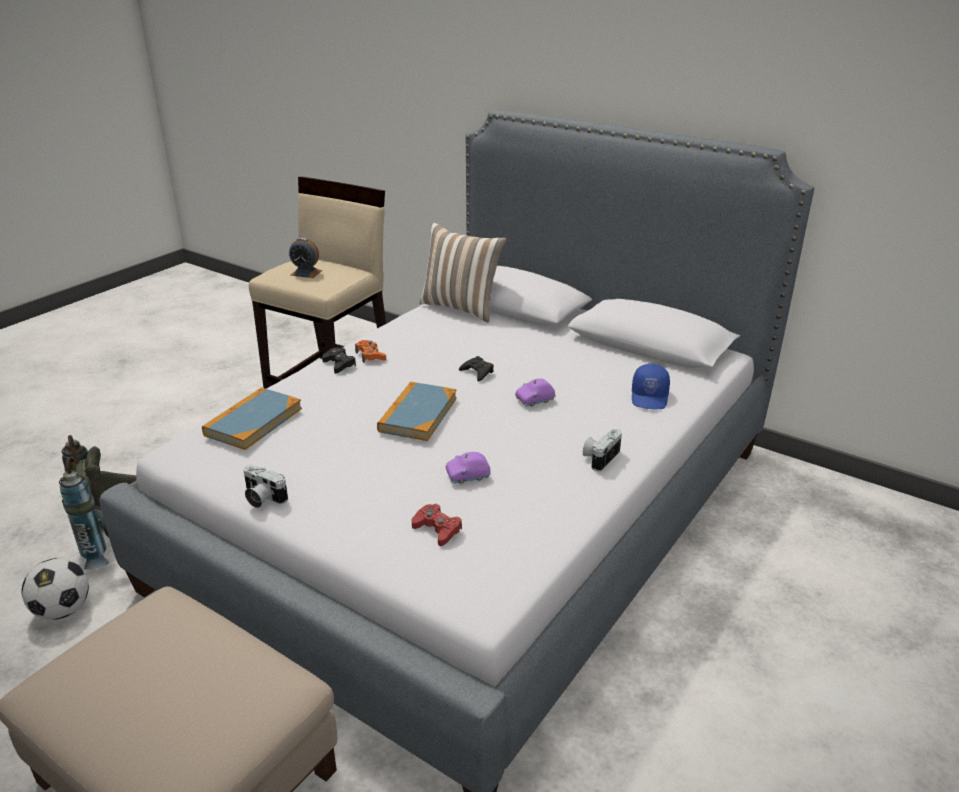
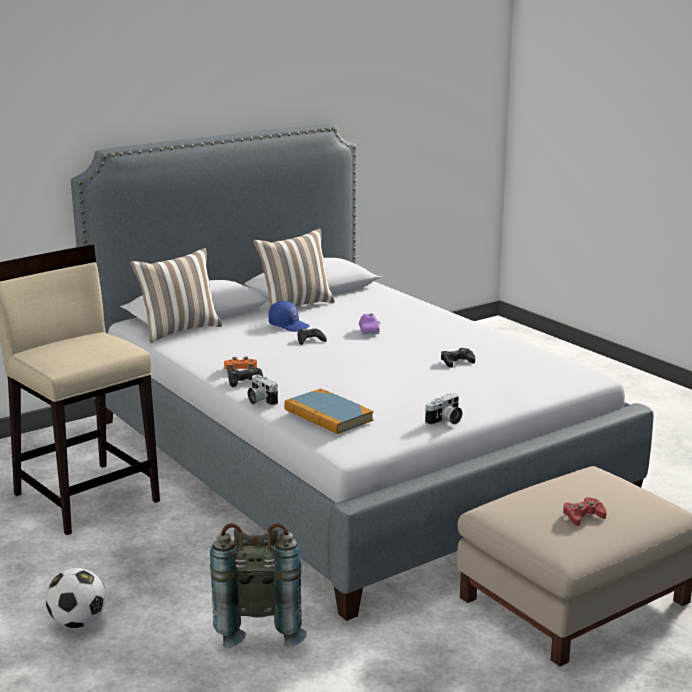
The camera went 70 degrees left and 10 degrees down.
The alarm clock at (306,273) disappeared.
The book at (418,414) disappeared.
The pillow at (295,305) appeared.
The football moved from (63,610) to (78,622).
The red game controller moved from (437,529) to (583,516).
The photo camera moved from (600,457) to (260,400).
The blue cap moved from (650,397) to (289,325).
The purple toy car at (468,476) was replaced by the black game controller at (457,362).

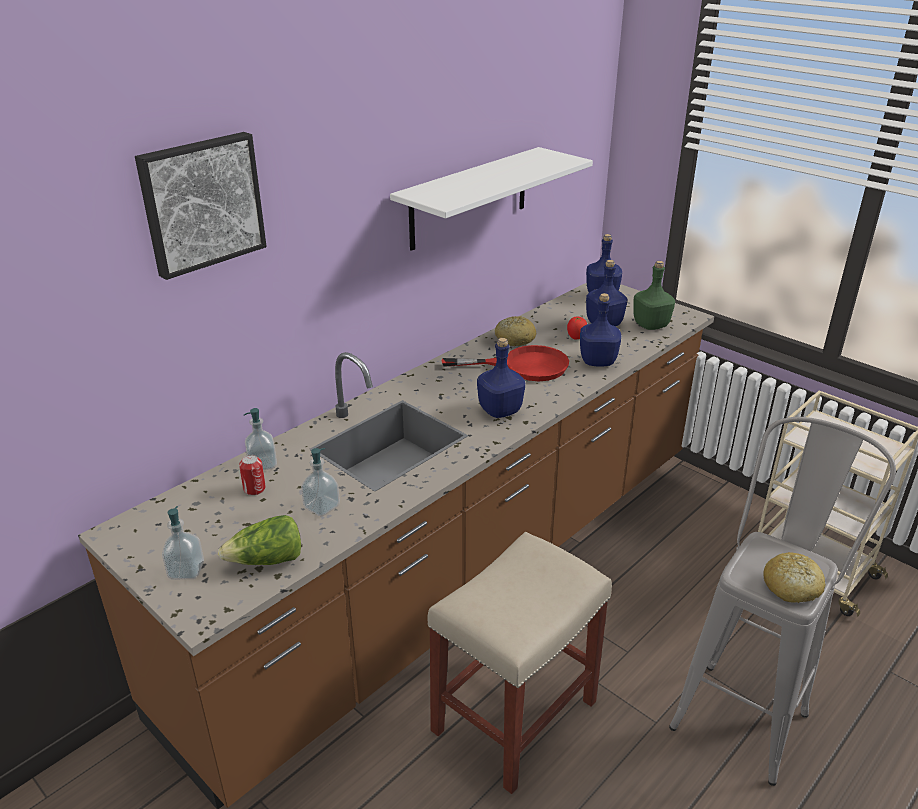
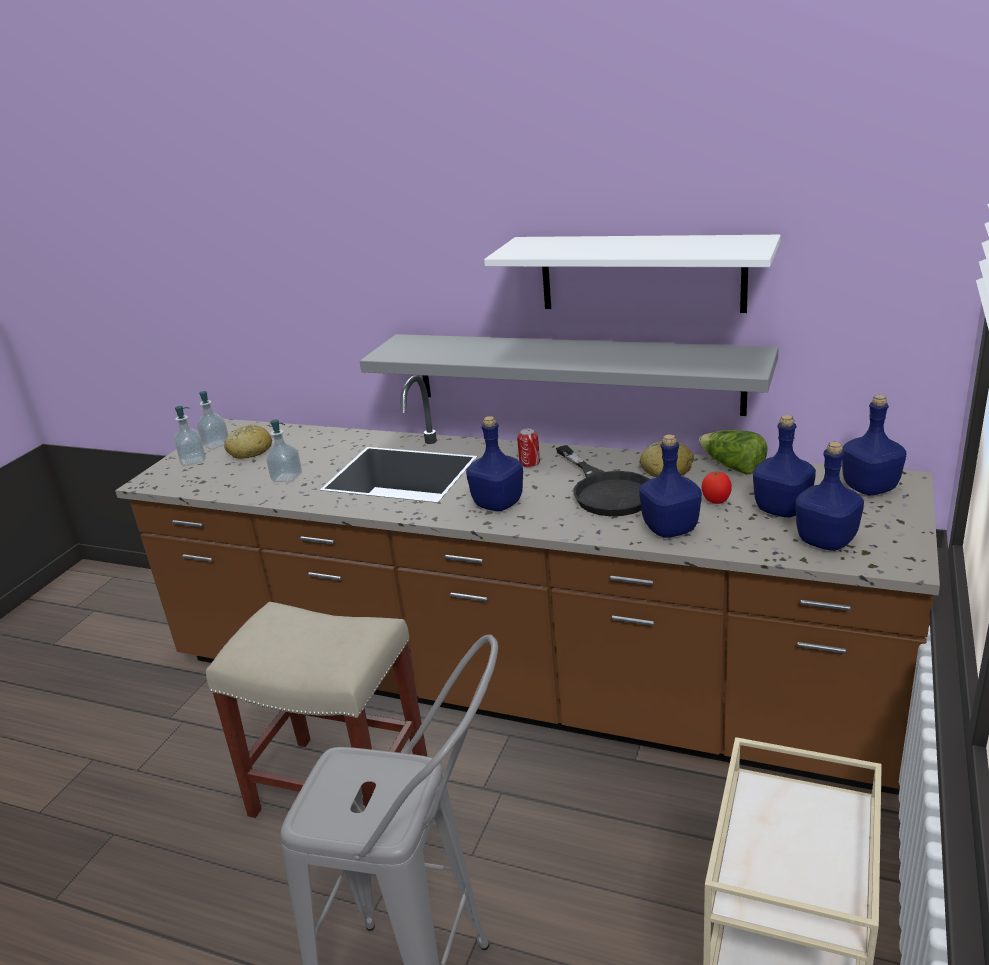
The camera went 70 degrees right and 5 degrees down.
The picture at (201,203) disappeared.
The grey shelf at (574,373) appeared.
The lettuce moved from (267,560) to (732,467).
The can moved from (254,489) to (529,463).
The soap dispenser moved from (262,464) to (216,444).
The bread moved from (791,587) to (249,451).
The red frying pan at (523,366) became the black frying pan at (607,490).
The green bottle at (651,325) became the blue bottle at (825,542).

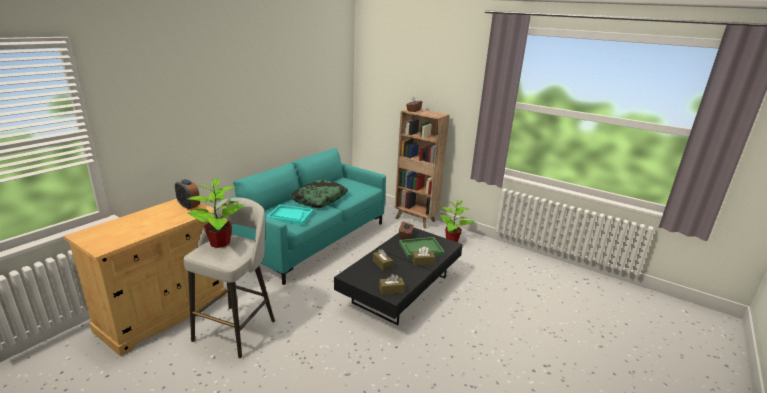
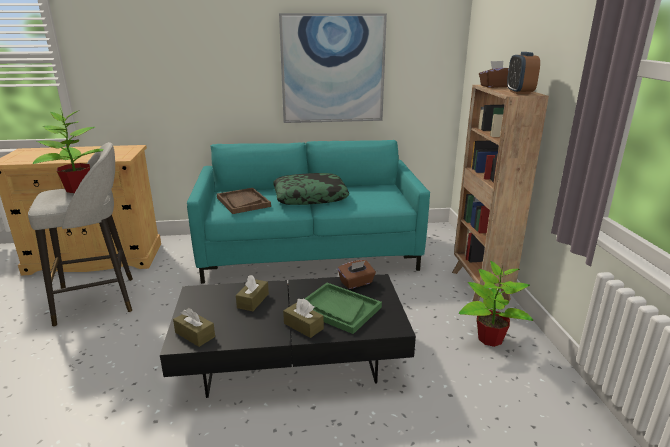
The camera went 50 degrees right and 0 degrees up.
The picture at (333,69) appeared.
The alarm clock moved from (189,206) to (519,92).
The turquoise tray at (290,216) became the brown tray at (243,202).

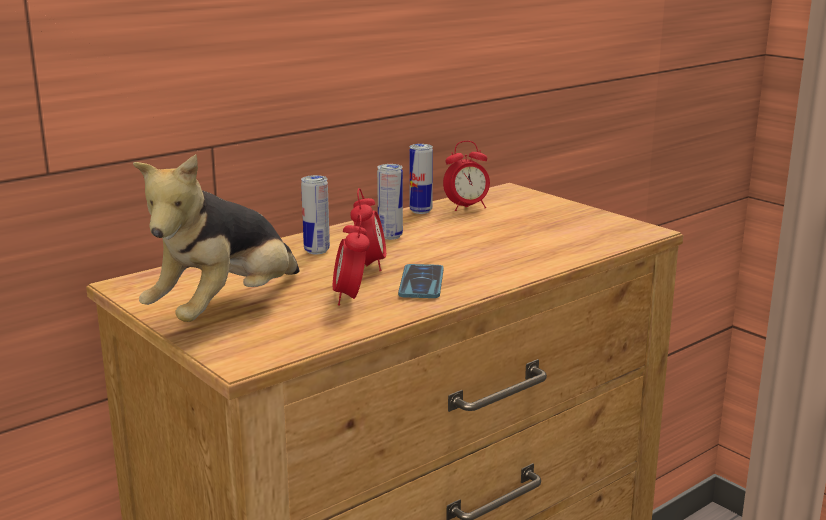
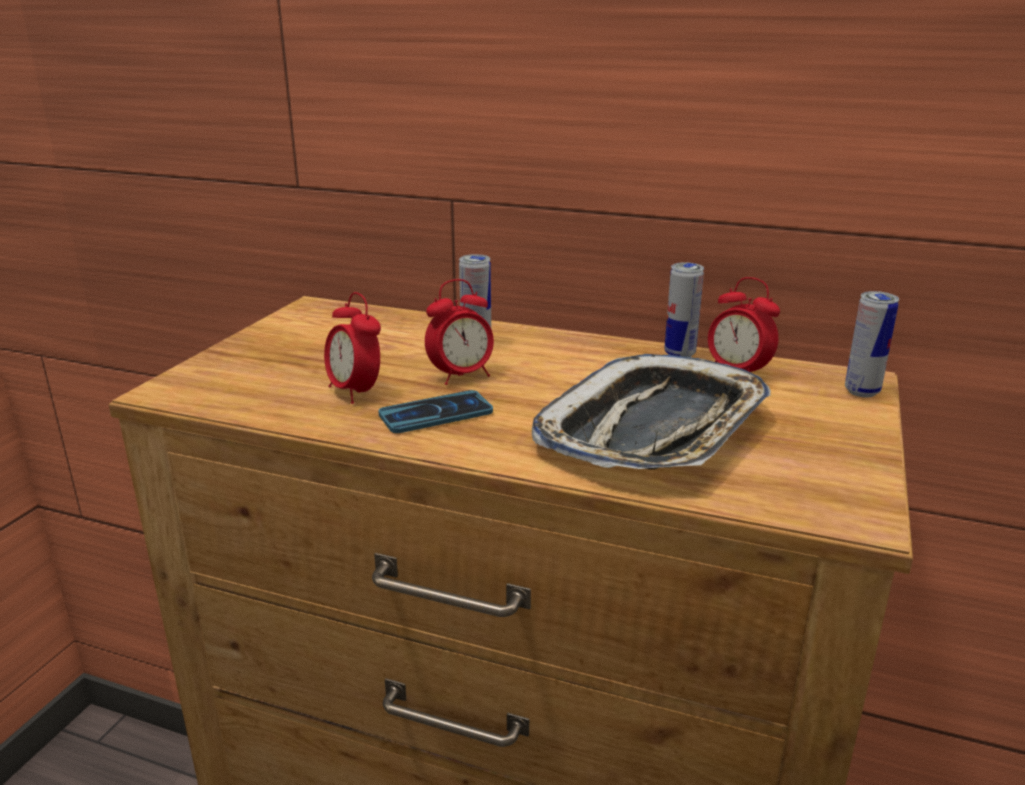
The camera went 60 degrees right and 5 degrees up.
The plush toy at (226,310) disappeared.
The tray at (654,429) appeared.
The can moved from (390,236) to (861,392).
The alarm clock at (351,298) turned 90 degrees counterclockwise.

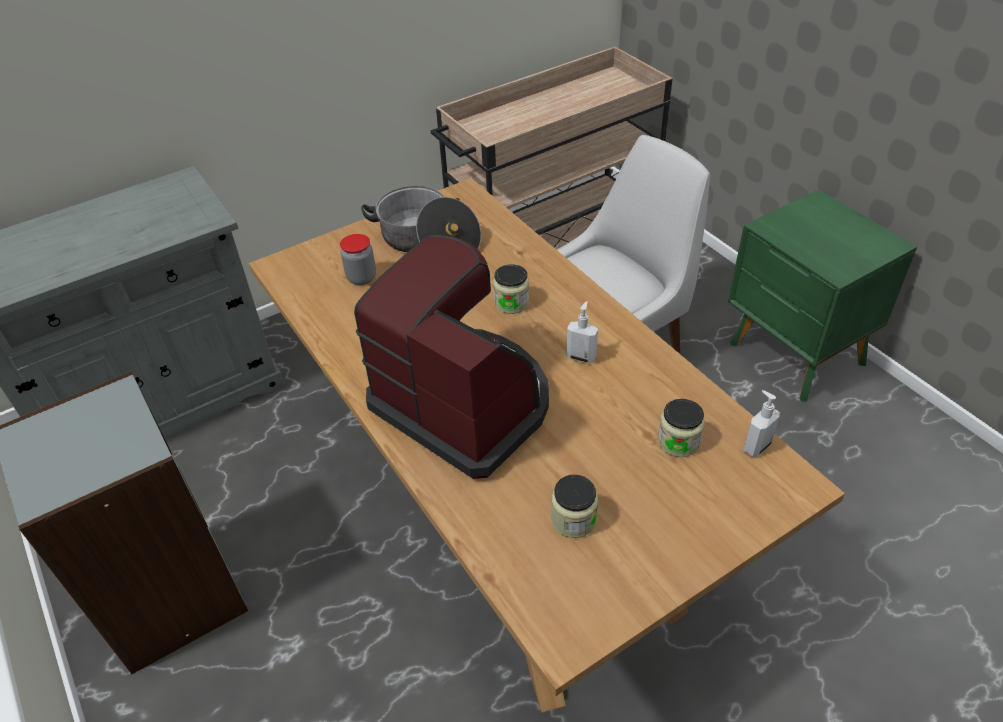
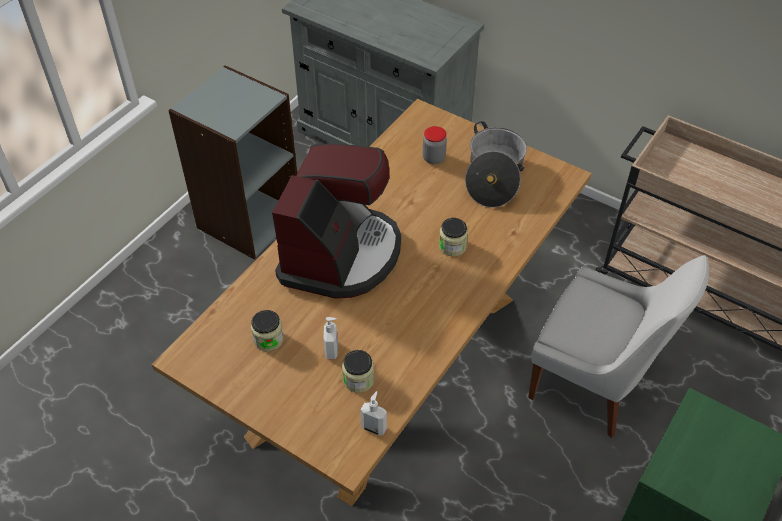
The camera went 65 degrees right and 5 degrees up.
The soap dispenser moved from (581,357) to (332,350).

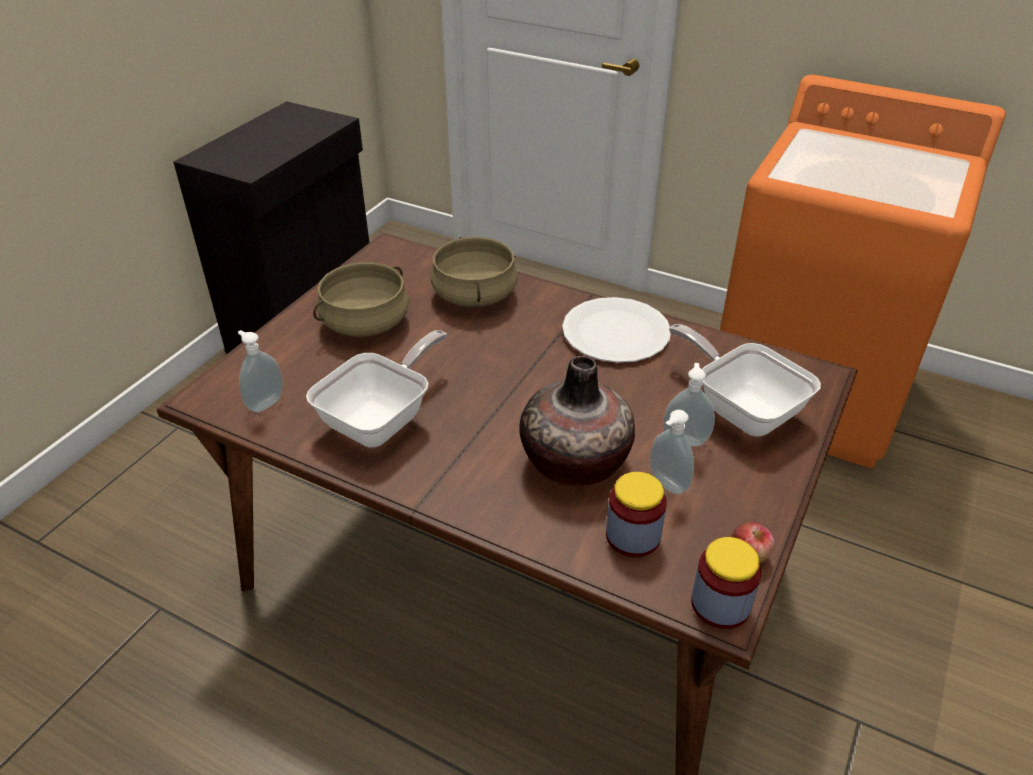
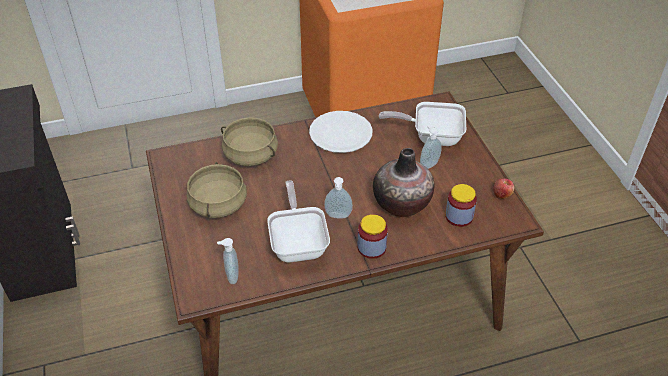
The camera went 45 degrees left and 5 degrees up.
The soap dispenser moved from (666,485) to (338,216).
The jar moved from (720,604) to (371,247).

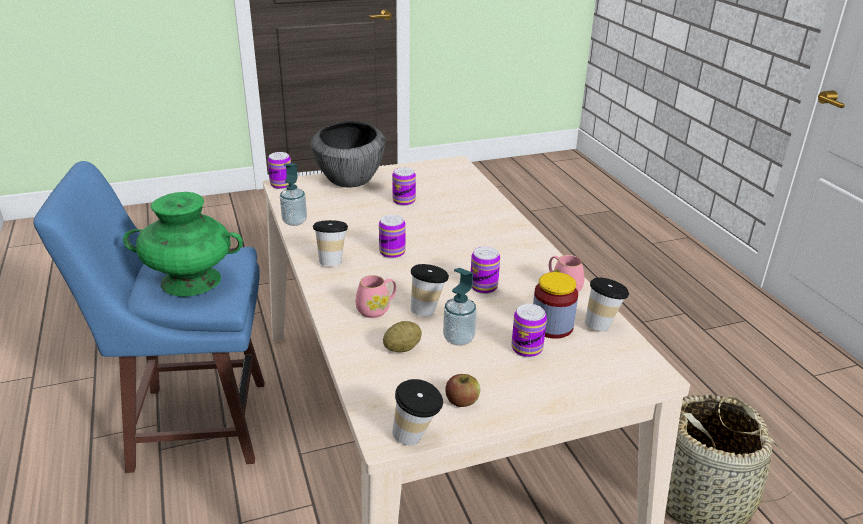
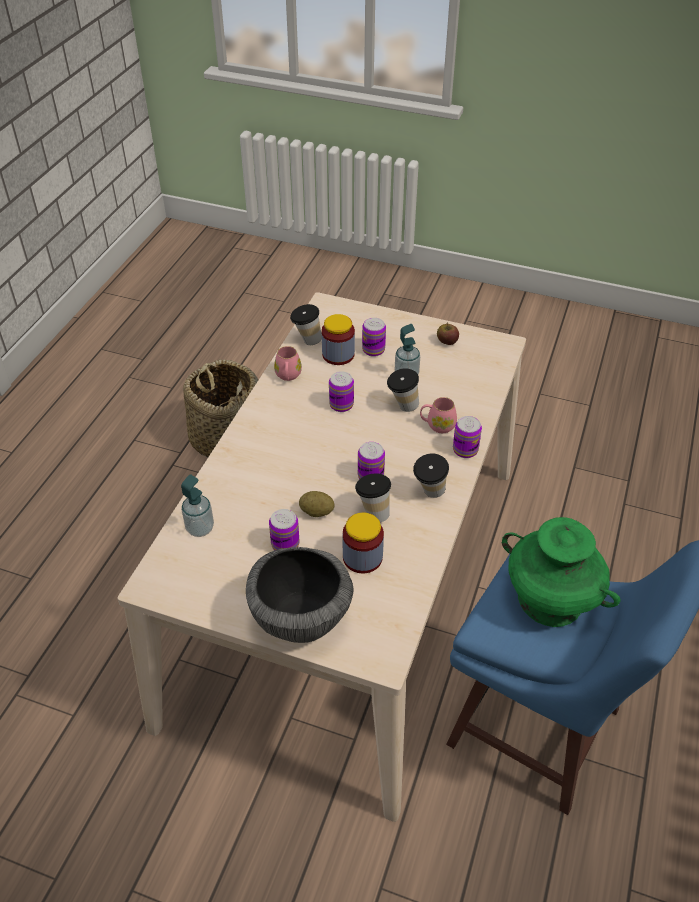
The camera went 140 degrees left and 15 degrees up.
The jar at (362,557) appeared.
The can moved from (281,185) to (465,450).
The soap dispenser moved from (294,221) to (200,528).
The potato moved from (402,348) to (316,512).
The cup moved from (417,438) to (373,512).

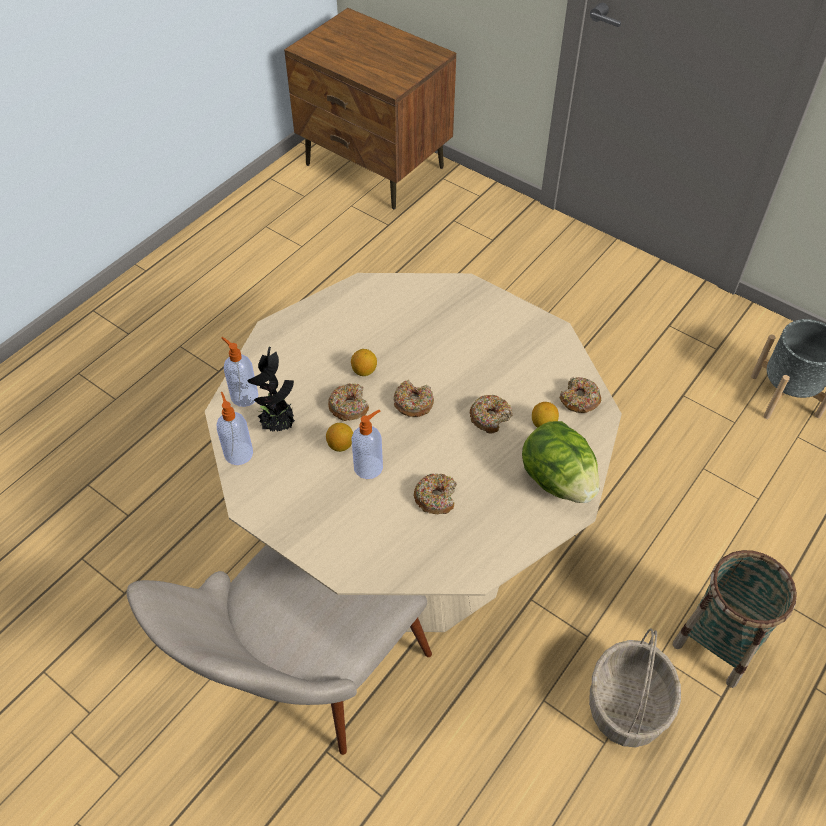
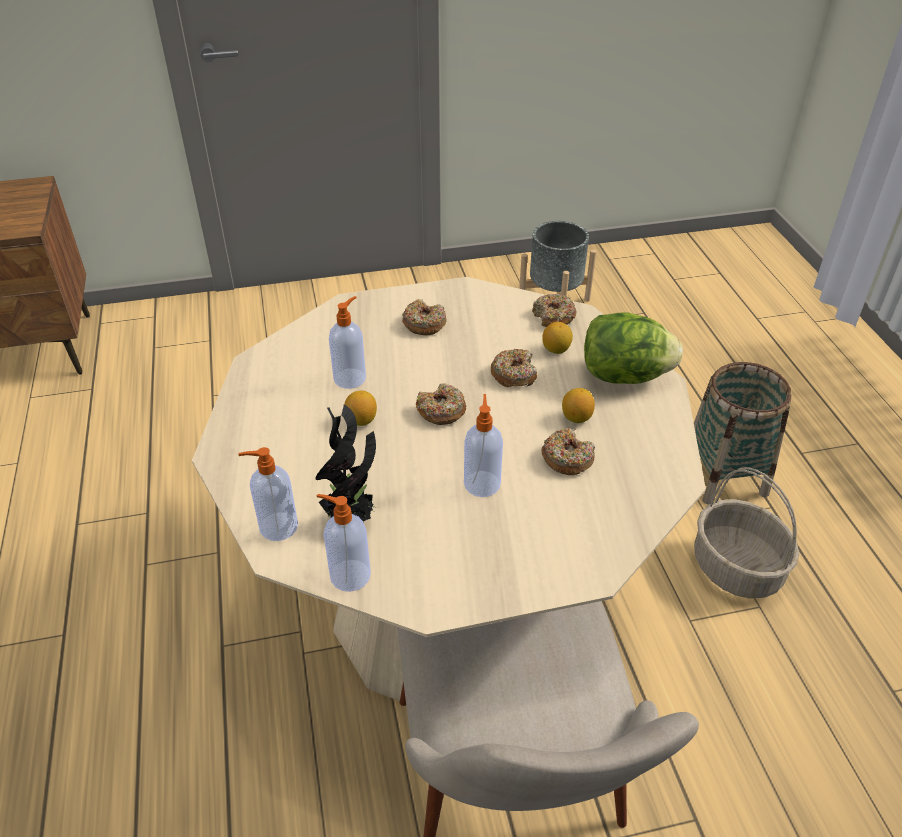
The camera went 50 degrees left and 10 degrees down.
The soap dispenser at (350,378) appeared.
The lemon moved from (340,445) to (576,417).
The donut moved from (349,406) to (424,324).

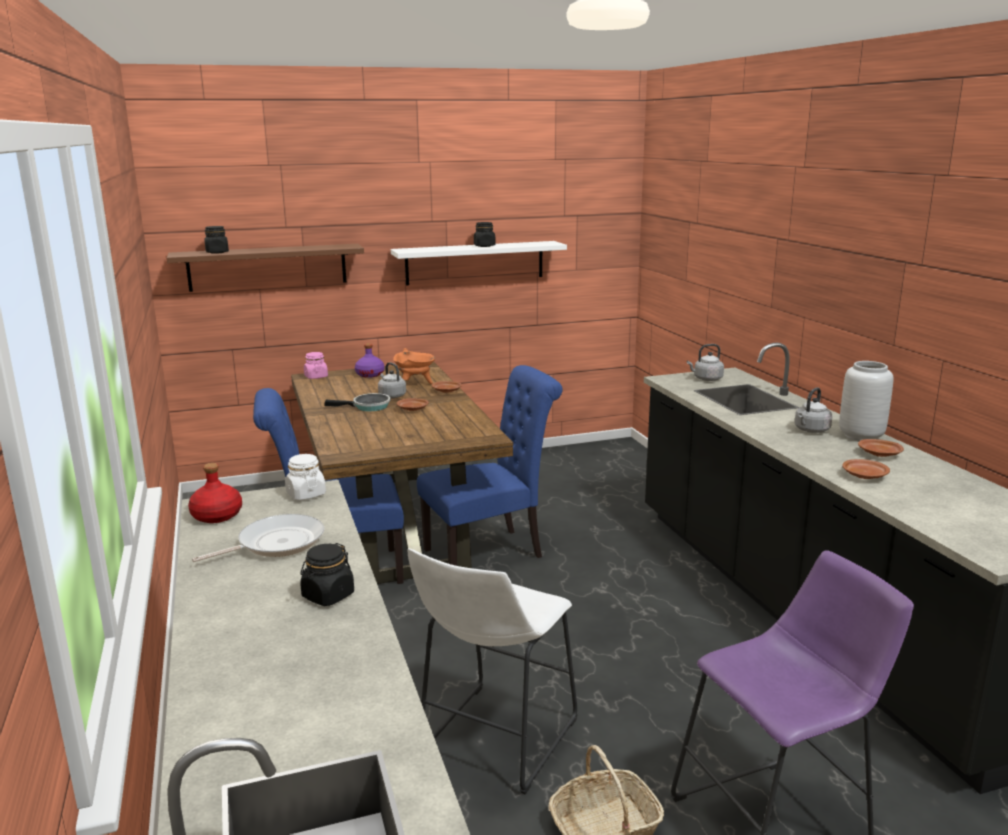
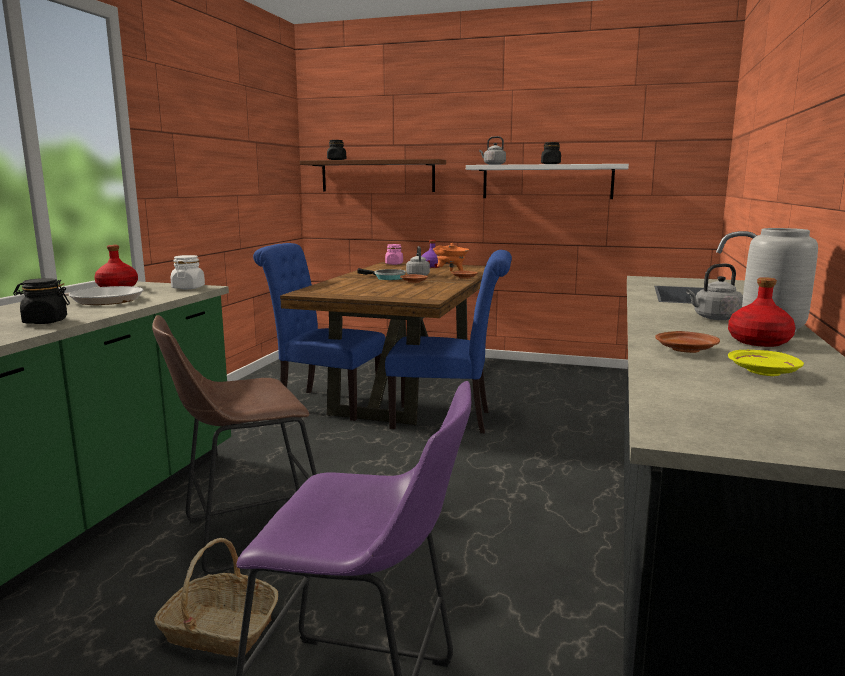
The camera went 35 degrees right and 5 degrees down.
The yellow plate at (763,372) appeared.
The grey kettle moved from (706,379) to (493,164).
The brown plate at (880,454) was replaced by the red bottle at (759,342).
The white stool at (493,742) became the brown stool at (246,534).

